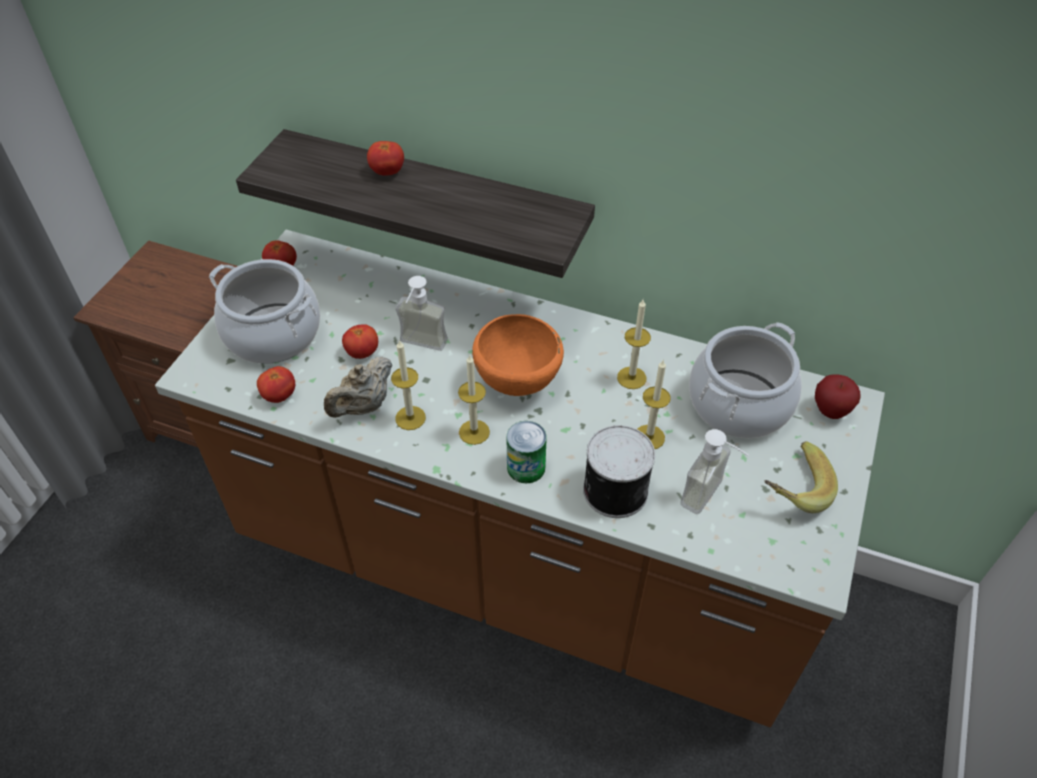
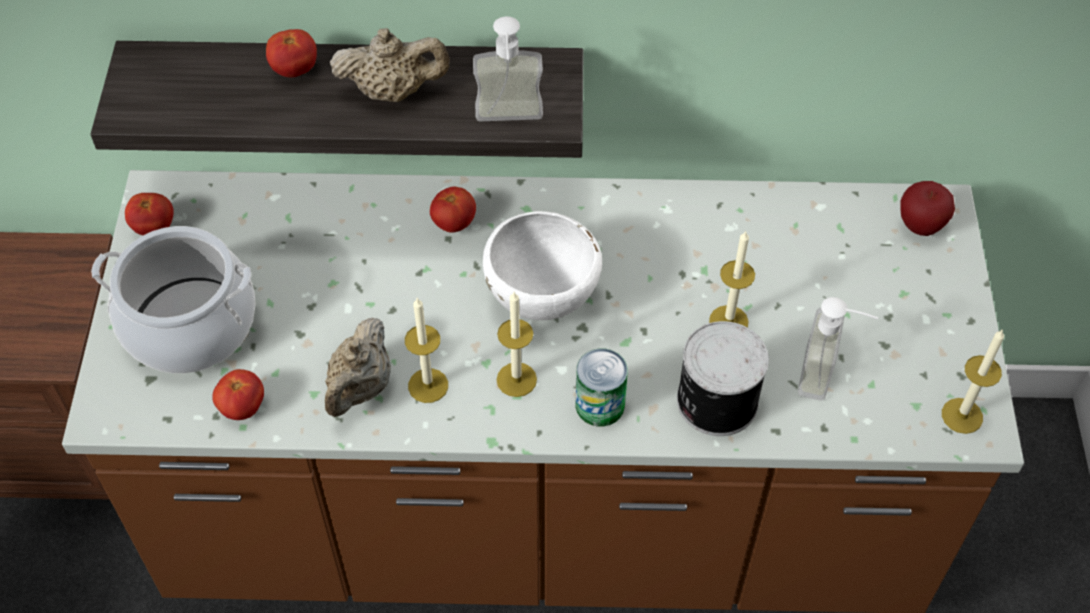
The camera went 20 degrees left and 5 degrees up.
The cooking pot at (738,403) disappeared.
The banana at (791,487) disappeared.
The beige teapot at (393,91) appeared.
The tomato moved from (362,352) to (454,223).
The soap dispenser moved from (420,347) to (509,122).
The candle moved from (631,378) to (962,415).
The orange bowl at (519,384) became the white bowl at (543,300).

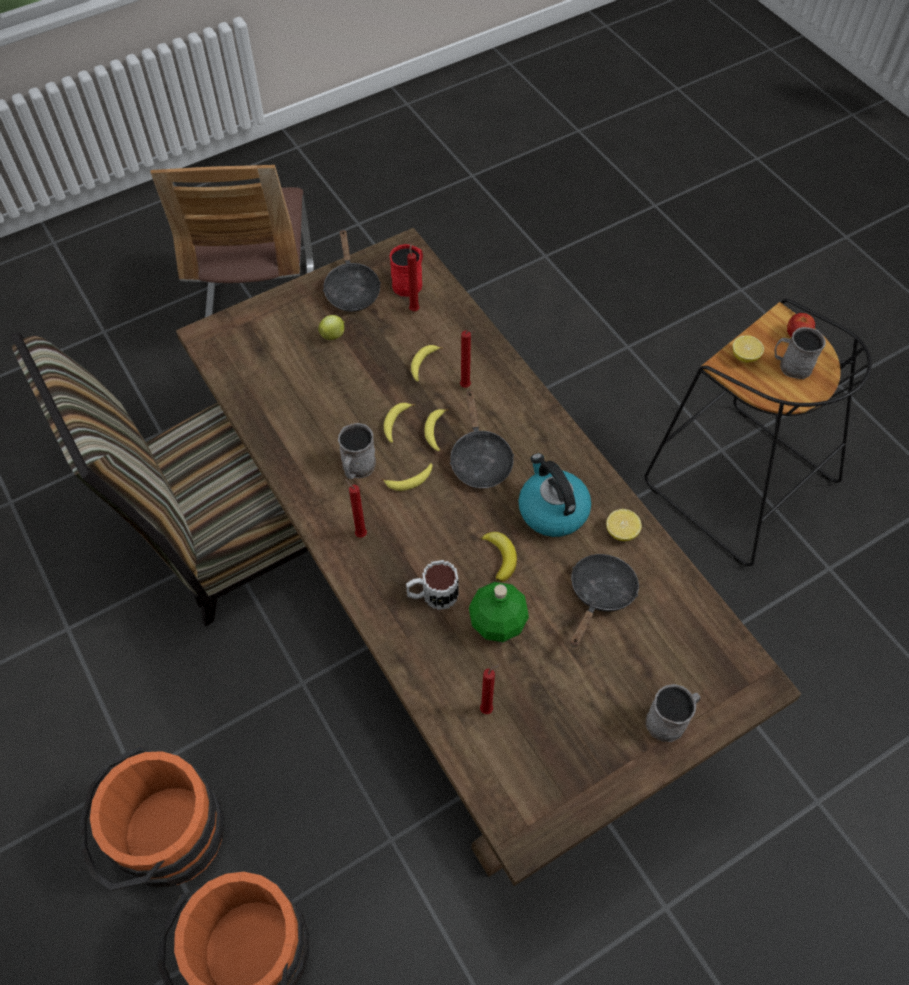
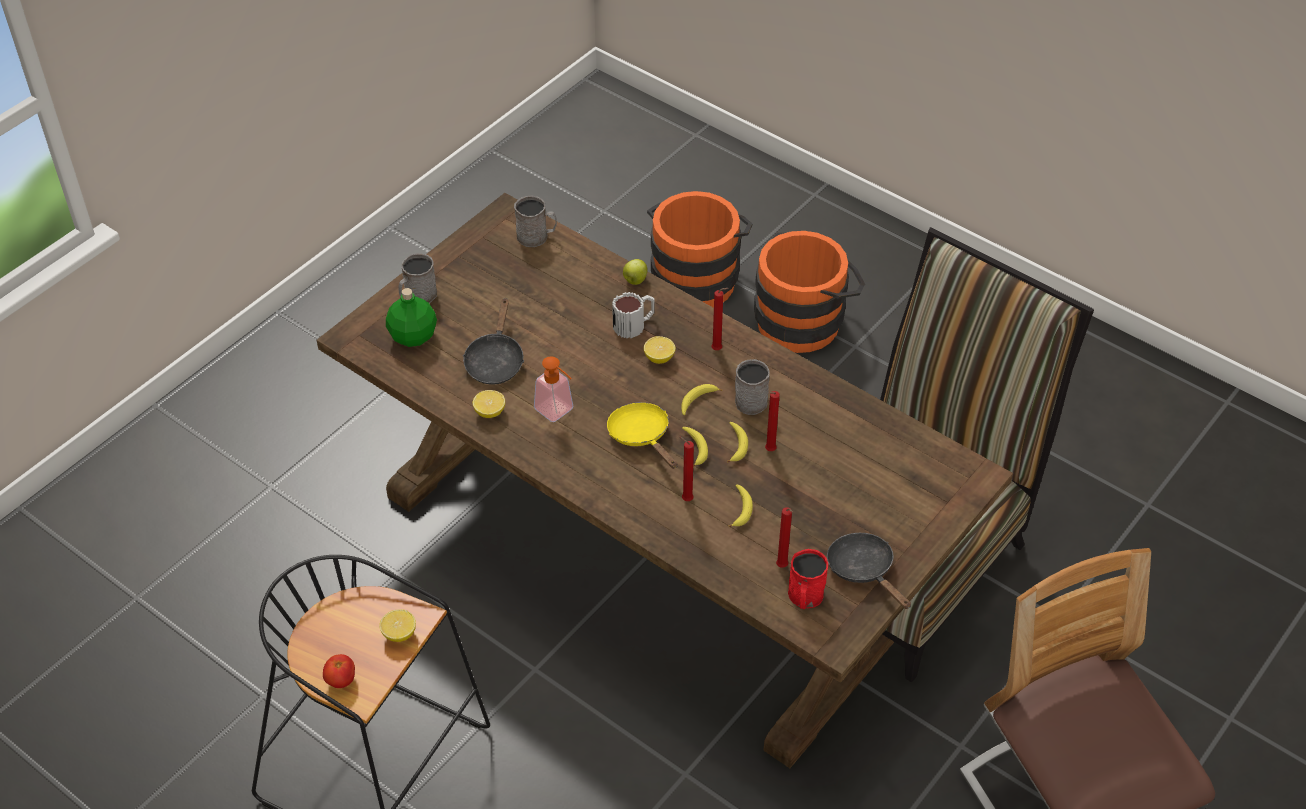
The camera went 160 degrees right and 10 degrees down.
The banana at (500,557) disappeared.
The lemon at (659,358) appeared.
The apple moved from (333,335) to (635,281).
The green bottle moved from (497,622) to (414,336).
The red candle moved from (488,709) to (769,451).
The grey mug moved from (791,366) to (536,236).
The kettle at (552,510) was replaced by the soap dispenser at (558,412).
The black frying pan at (480,459) became the yellow frying pan at (642,436).

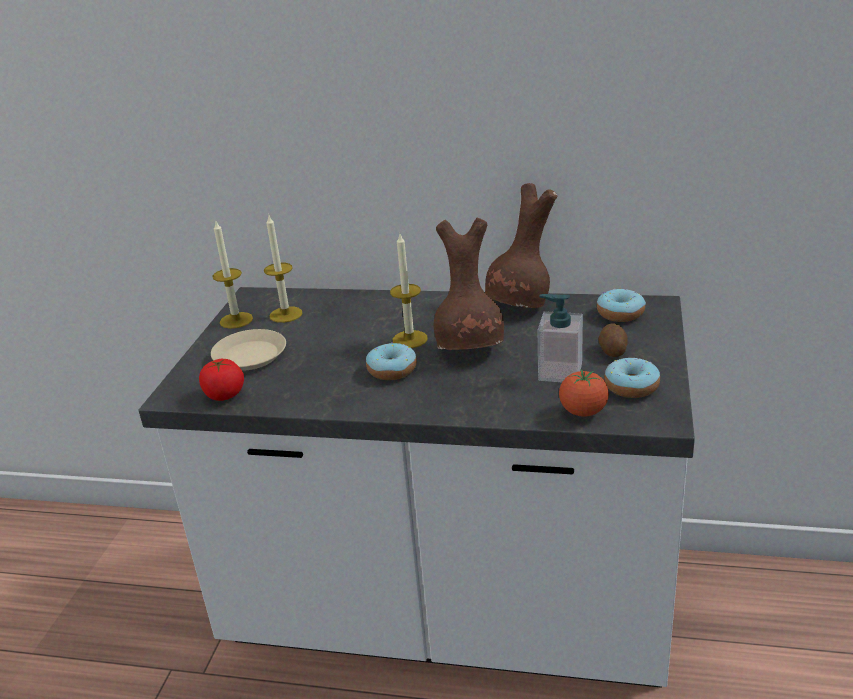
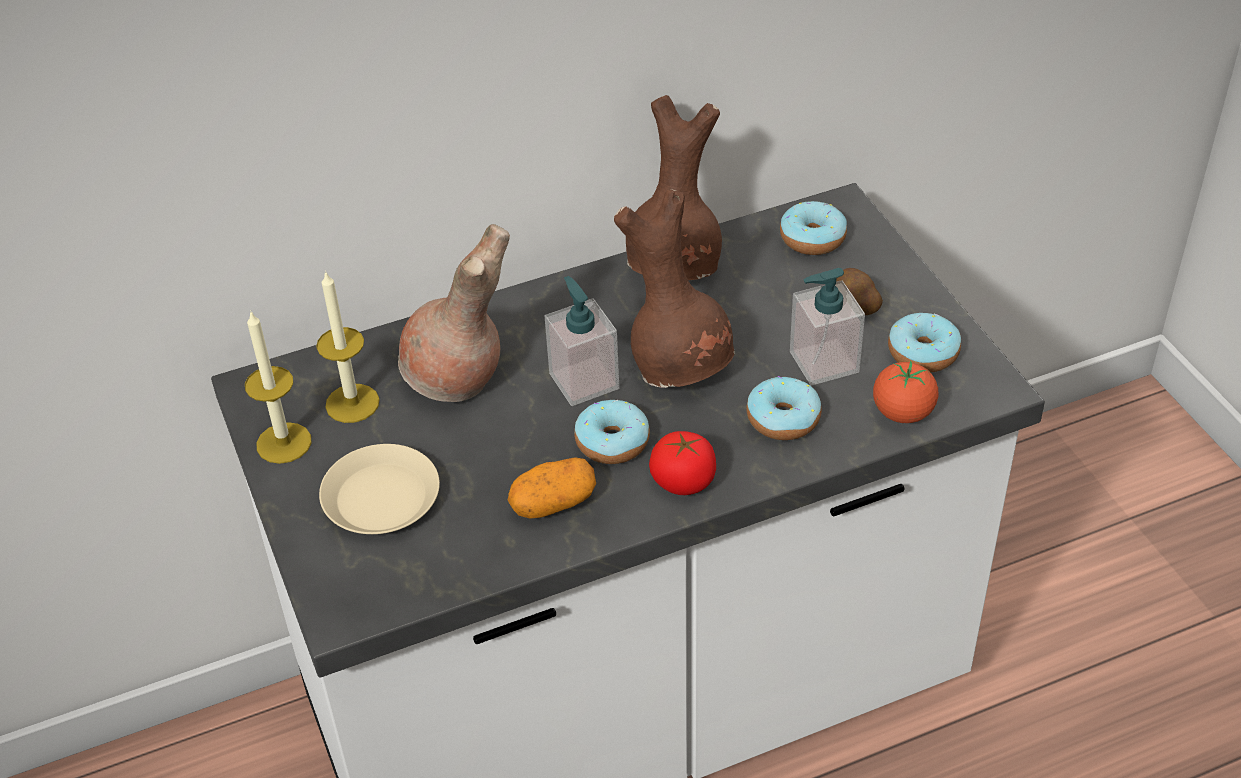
The camera went 35 degrees left and 15 degrees up.
The brown vase at (457,380) appeared.
The potato at (553,503) appeared.
The donut at (783,419) appeared.
The tomato moved from (224,395) to (683,481).
The candle at (410,339) was replaced by the soap dispenser at (584,381).

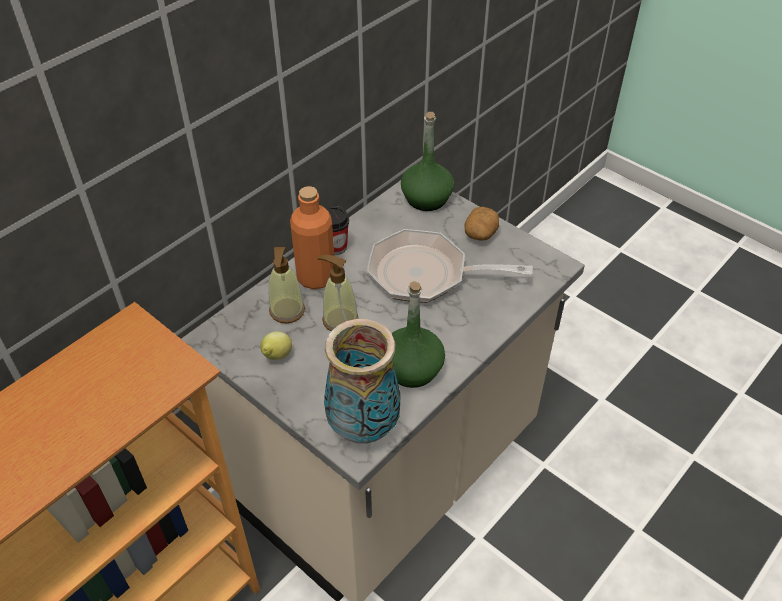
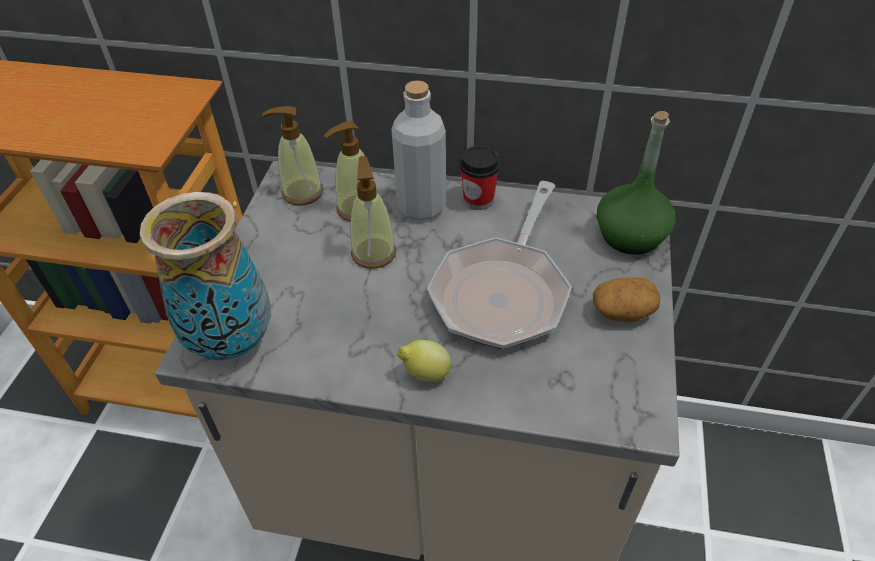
The camera went 60 degrees right and 0 degrees up.
The green bottle at (412,369) disappeared.
The soap dispenser at (302,192) appeared.
The lemon moved from (276,357) to (425,374).
The orange bottle at (316,277) became the grey bottle at (421,207).
The frying pan at (426,274) turned 135 degrees counterclockwise.

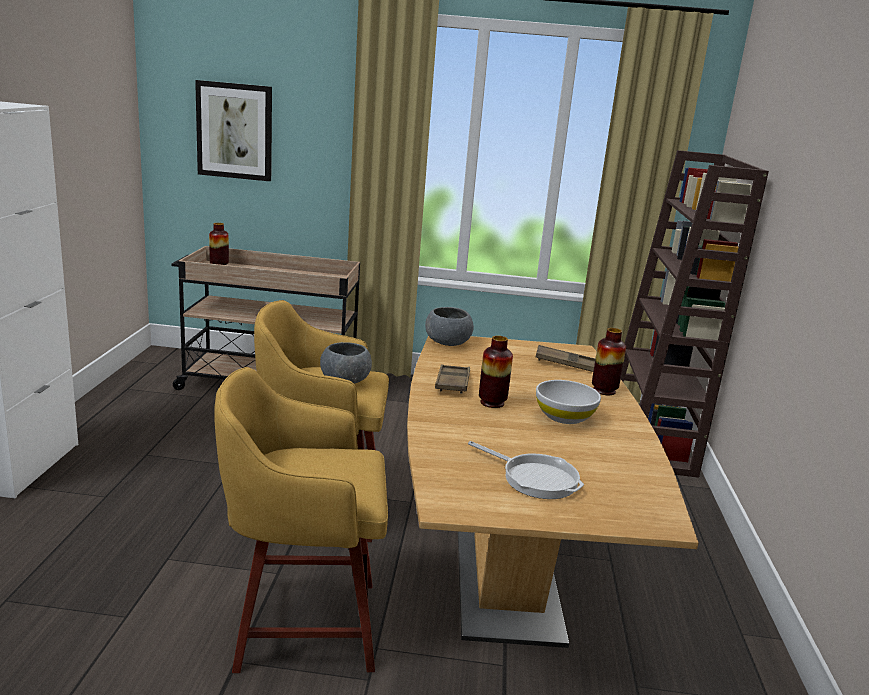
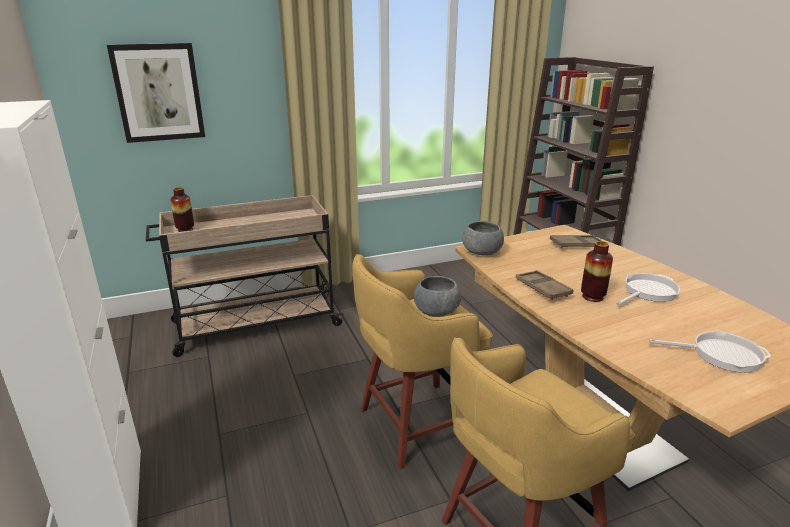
The camera went 25 degrees left and 5 degrees up.
The vase at (604,391) disappeared.
The white bowl at (564,417) was replaced by the frying pan at (648,292).

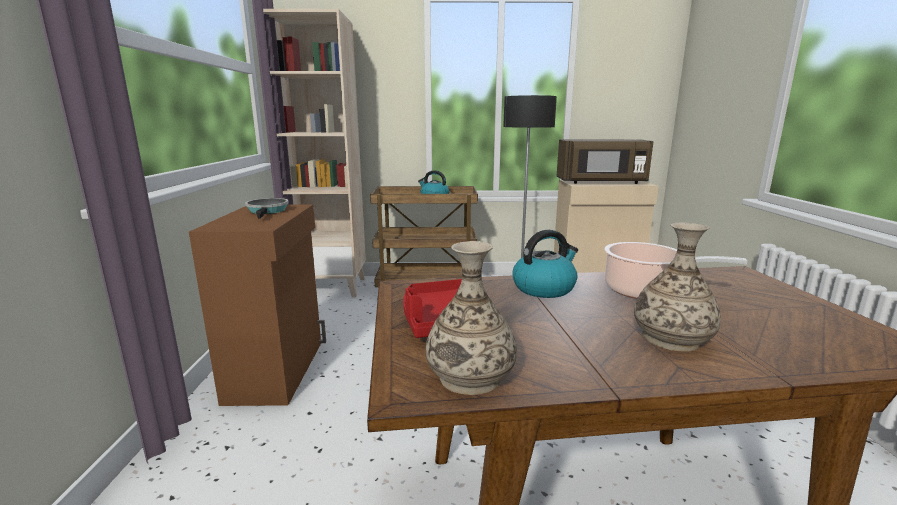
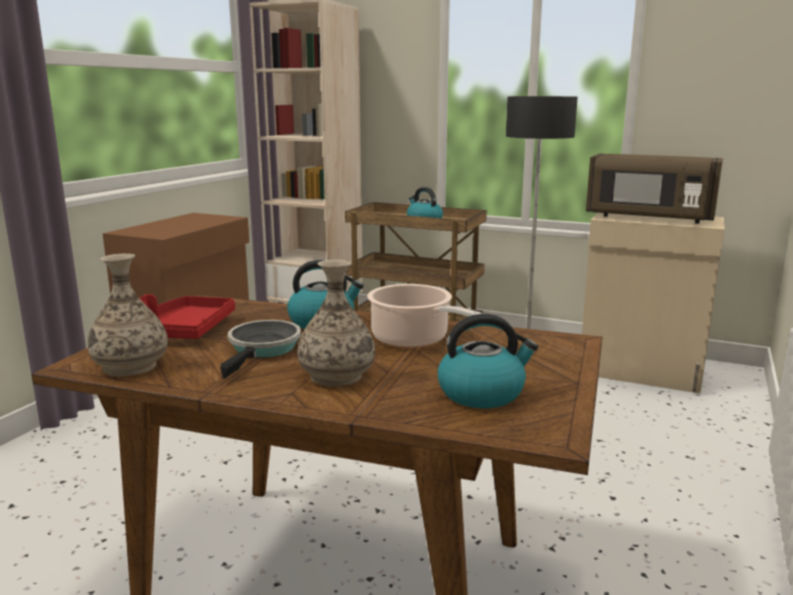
The camera went 25 degrees right and 0 degrees up.
The kettle at (482,393) appeared.
The frying pan moved from (268,211) to (263,349).

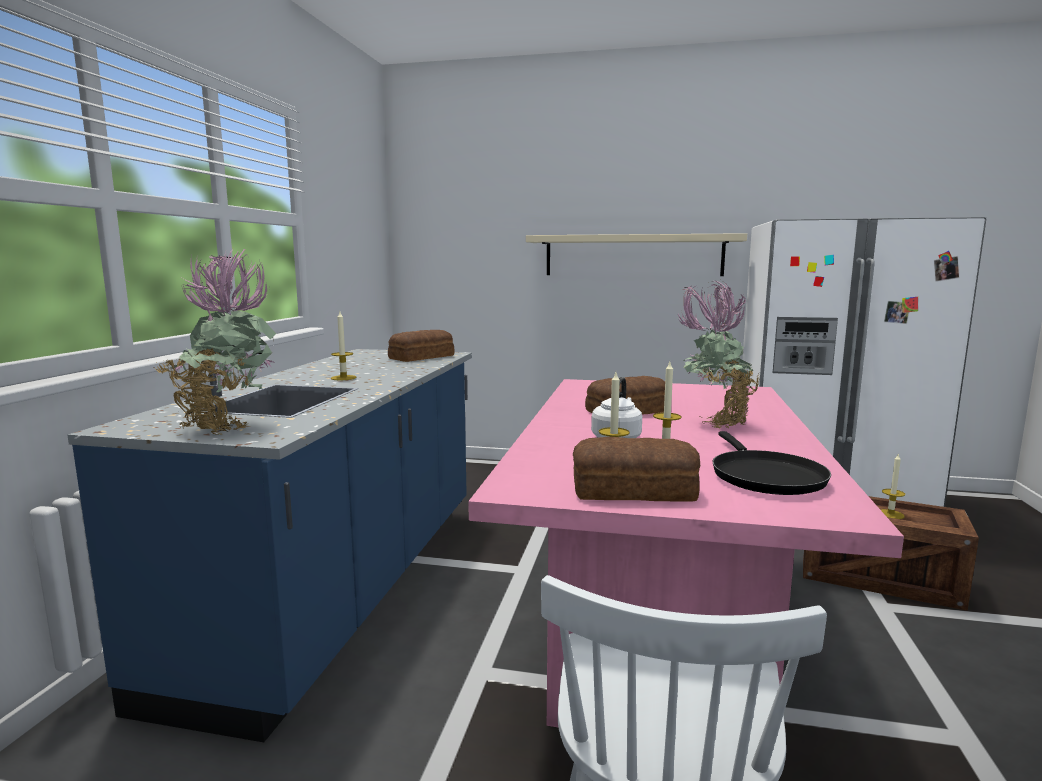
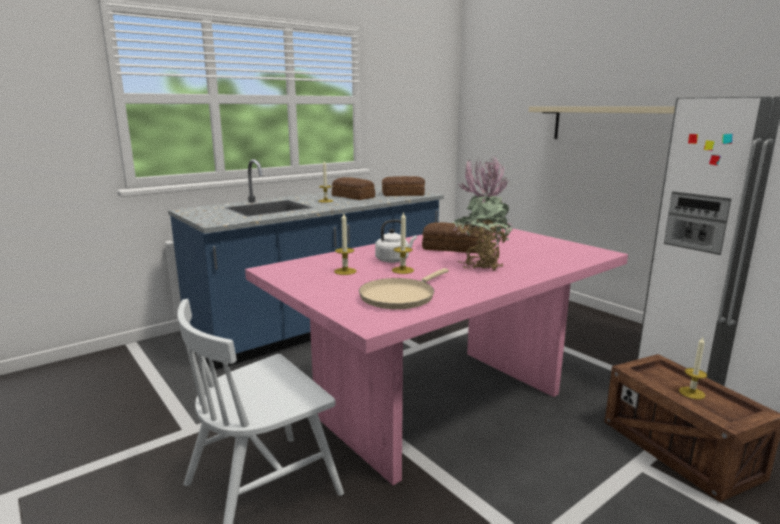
The camera went 40 degrees right and 5 degrees up.
The potted plant at (227,427) disappeared.
The bread moved from (635,491) to (353,197).
The black frying pan at (764,476) became the beige frying pan at (400,296).

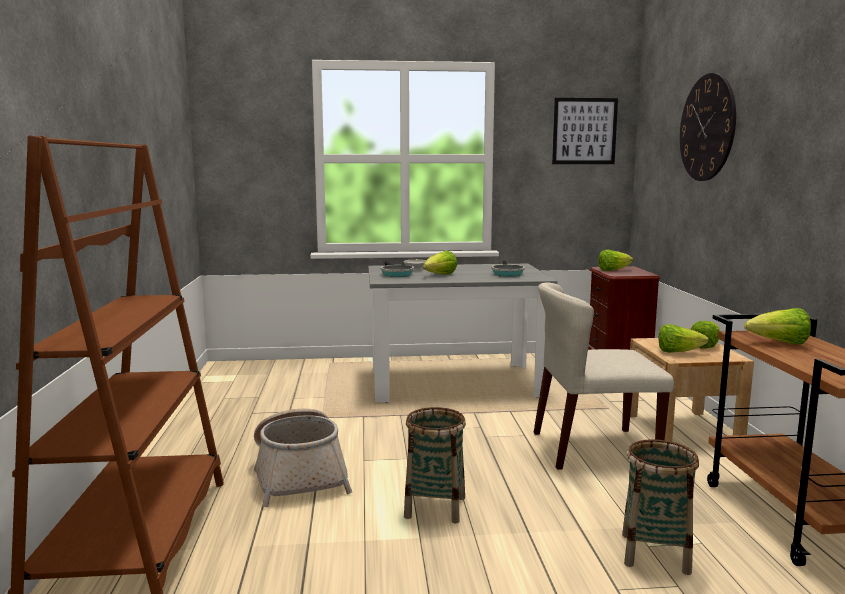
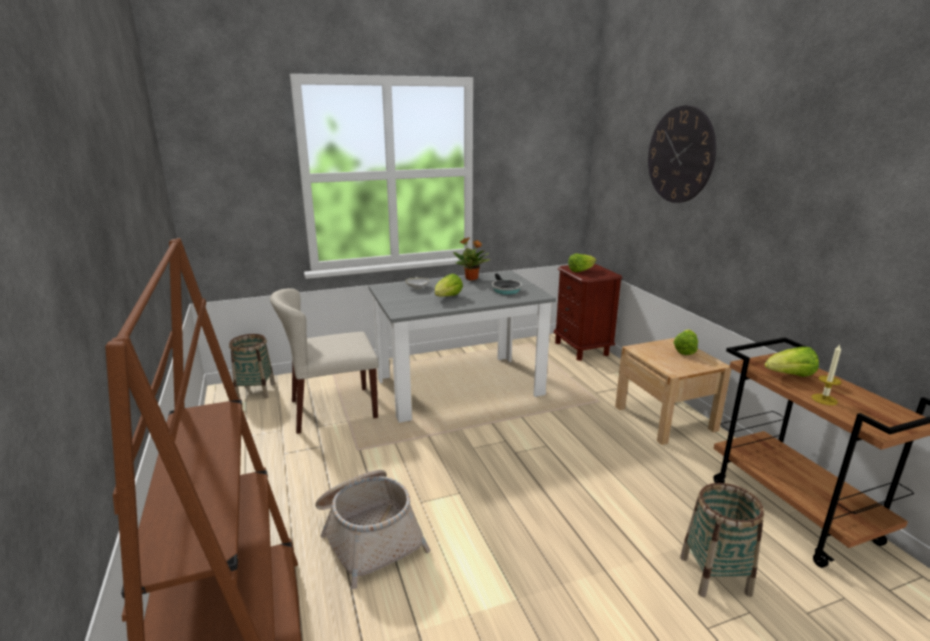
The camera went 15 degrees left and 10 degrees up.
The frying pan at (396,274) disappeared.
The picture at (584,131) disappeared.
The lettuce at (678,352) disappeared.
The potted plant at (472,279) appeared.
The candle at (824,399) appeared.
The basket moved from (435,507) to (255,391).
The beige chair moved from (593,448) to (332,409).

